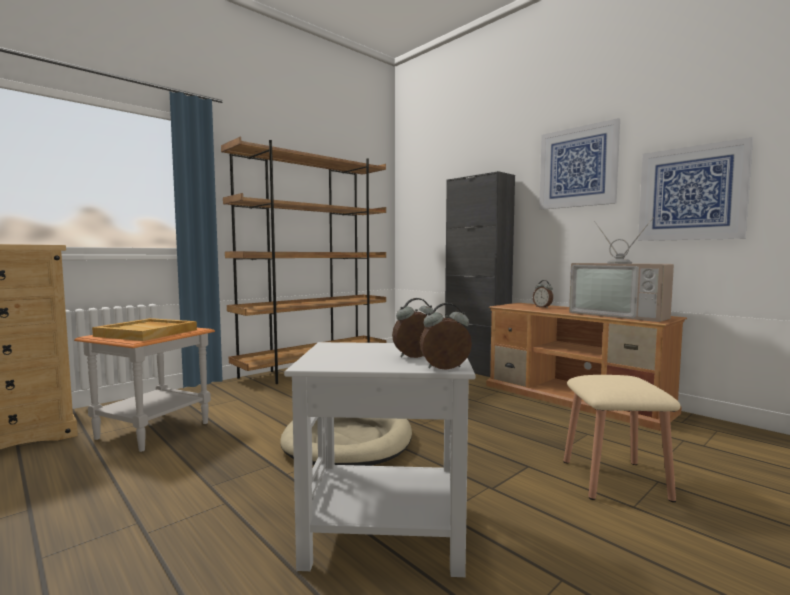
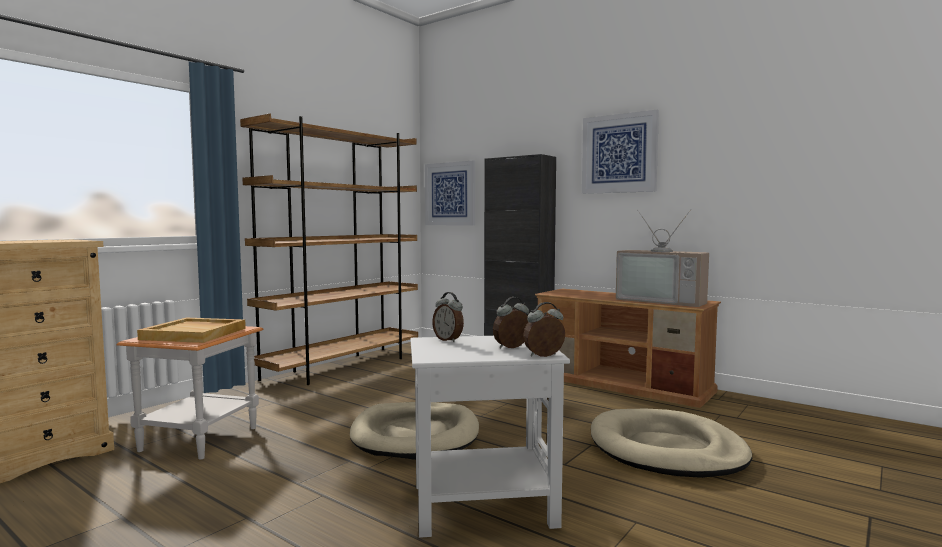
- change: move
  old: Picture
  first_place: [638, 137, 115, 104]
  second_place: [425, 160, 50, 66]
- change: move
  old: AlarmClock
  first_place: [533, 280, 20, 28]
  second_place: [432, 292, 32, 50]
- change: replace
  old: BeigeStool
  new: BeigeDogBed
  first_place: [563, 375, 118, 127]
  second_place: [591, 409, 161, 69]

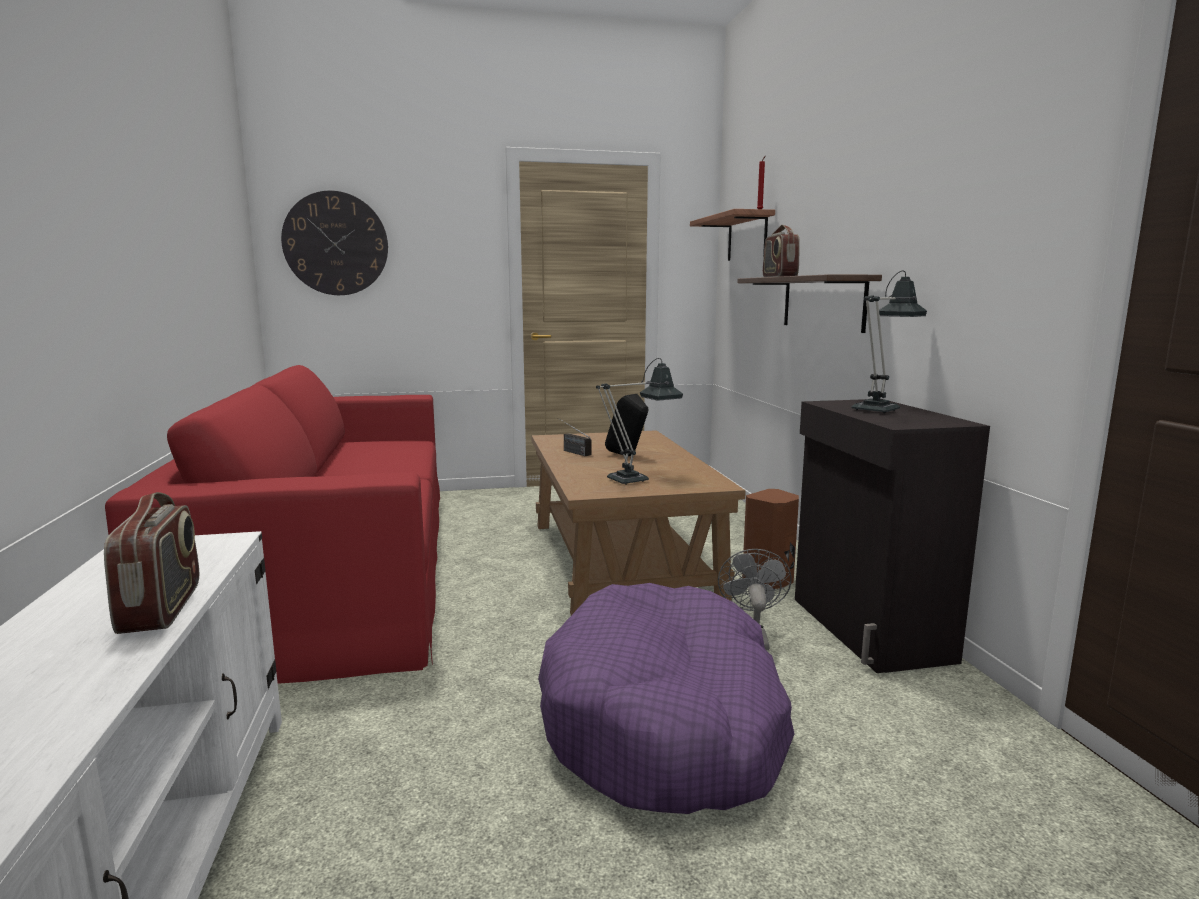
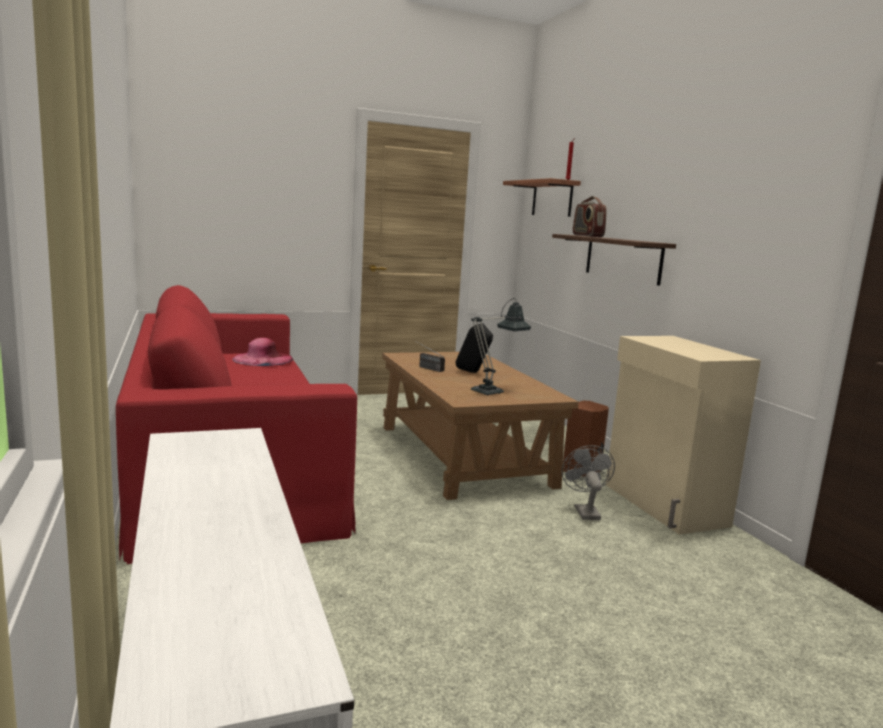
- change: delete
  old: WallClock
  first_place: [281, 191, 107, 104]
- change: delete
  old: TableLamp
  first_place: [851, 271, 76, 143]
- change: recolor
  old: BlackCabinet
  new: BeigeCabinet
  first_place: [795, 399, 195, 274]
  second_place: [605, 336, 156, 198]
- change: delete
  old: Radio
  first_place: [104, 492, 95, 142]
- change: delete
  old: PurpleDogBed
  first_place: [538, 583, 257, 231]
- change: insert
  new: PinkHat
  second_place: [232, 338, 61, 28]

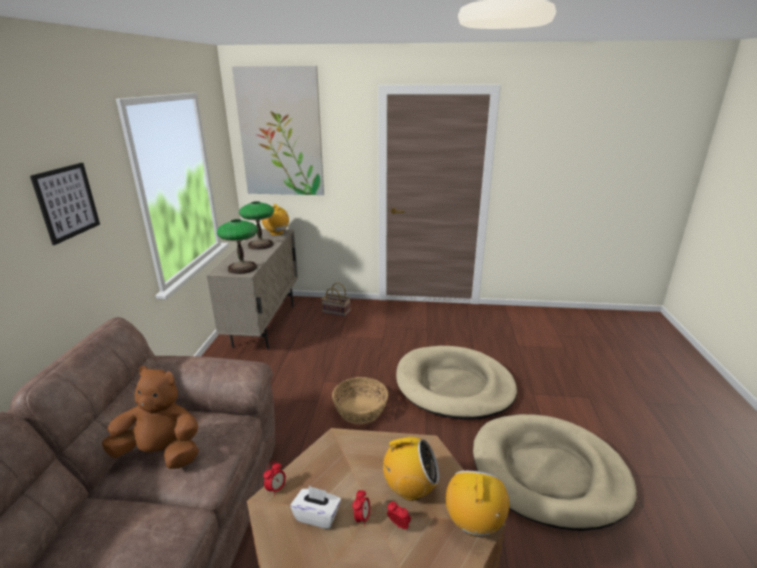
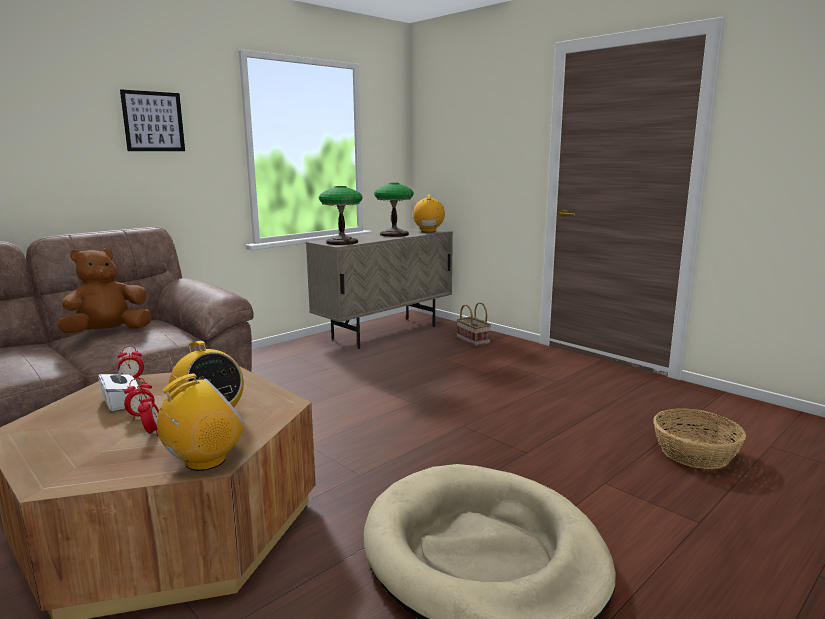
- change: delete
  old: Picture
  first_place: [232, 66, 92, 129]
- change: delete
  old: BeigeDogBed
  first_place: [396, 346, 121, 73]
- change: rotate
  old: BrownPlushToy
  first_place: [102, 366, 97, 103]
  second_place: [57, 248, 95, 85]
  degrees: -90
- change: move
  old: Basket
  first_place: [332, 377, 56, 47]
  second_place: [653, 408, 93, 61]

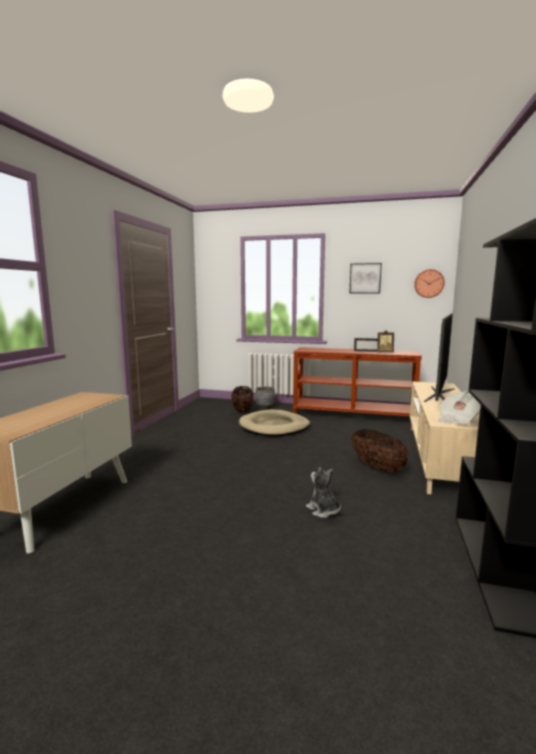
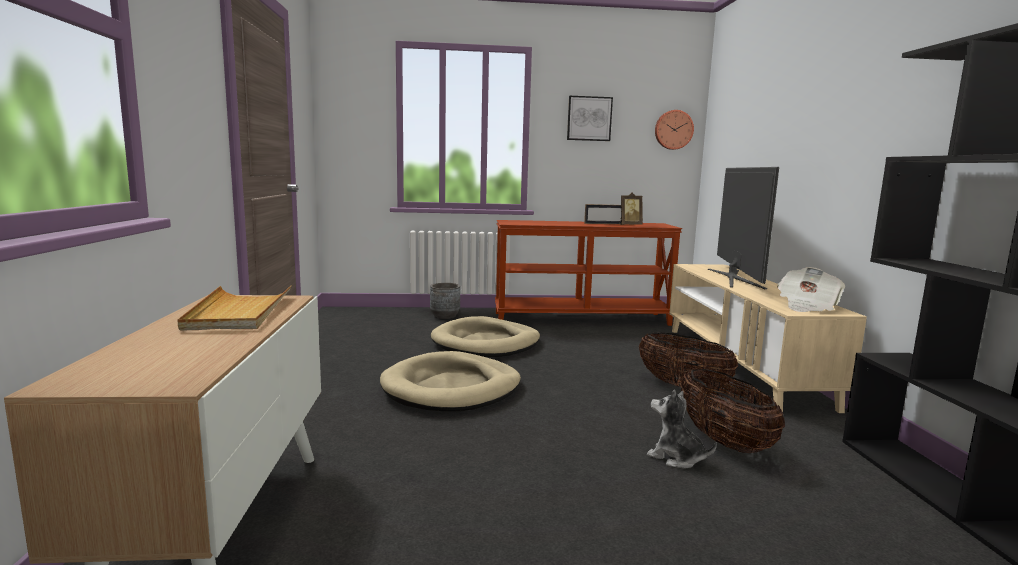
- change: move
  old: Basket
  first_place: [231, 386, 22, 26]
  second_place: [681, 369, 104, 84]
- change: insert
  new: BeigeTray
  second_place: [177, 286, 114, 45]
- change: insert
  new: BeigeDogBed
  second_place: [380, 351, 141, 60]

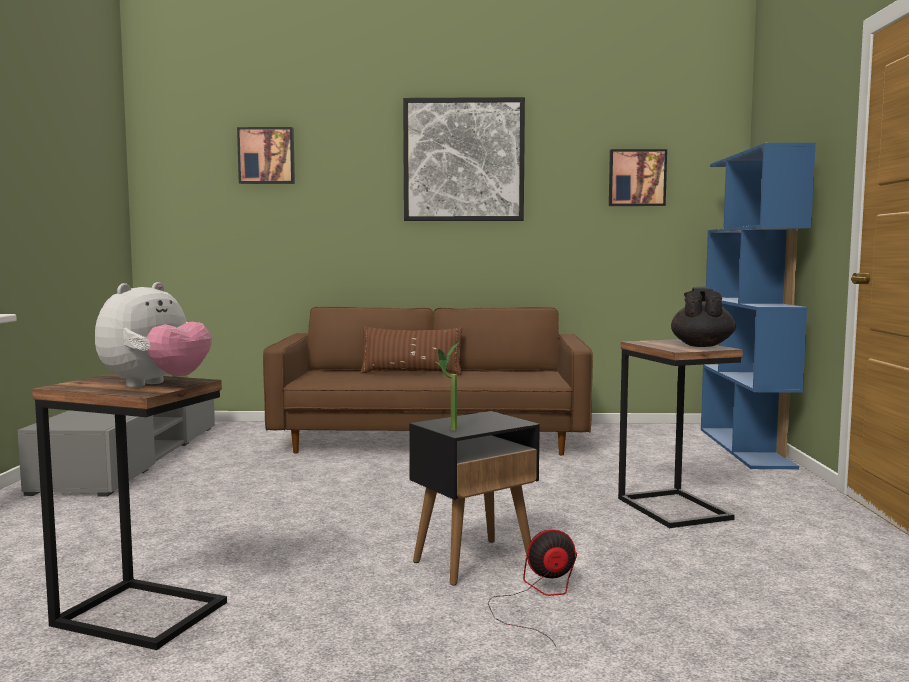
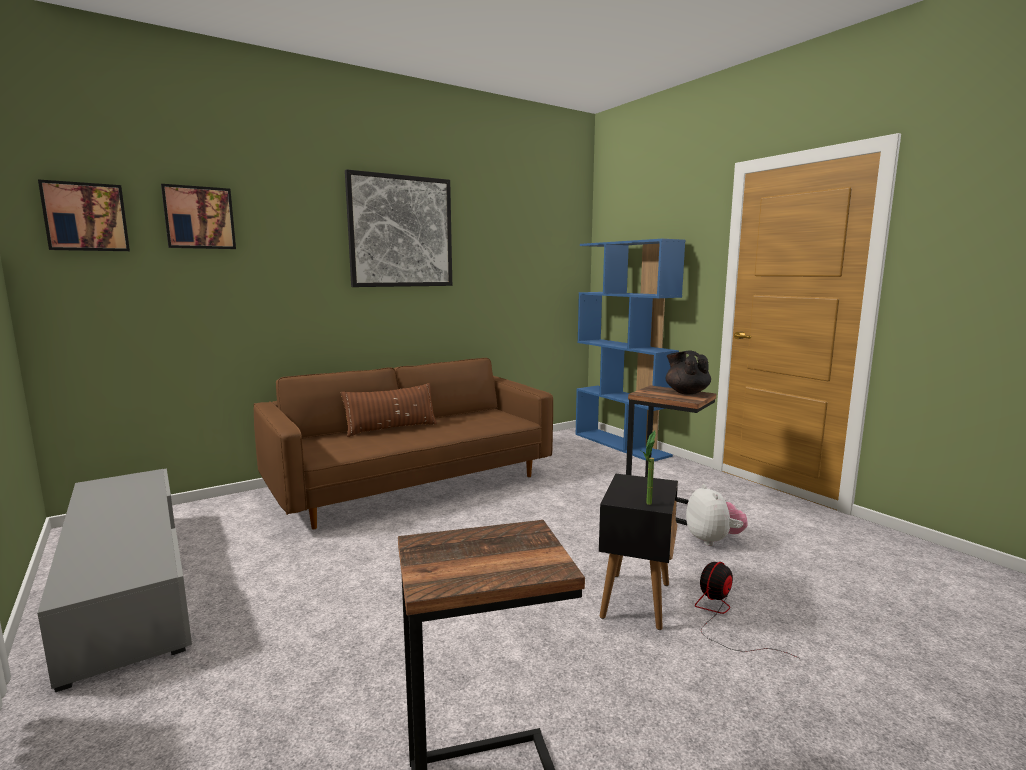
- change: move
  old: Picture
  first_place: [609, 149, 58, 57]
  second_place: [38, 179, 92, 72]
- change: move
  old: PlushToy
  first_place: [95, 282, 117, 106]
  second_place: [686, 484, 61, 62]

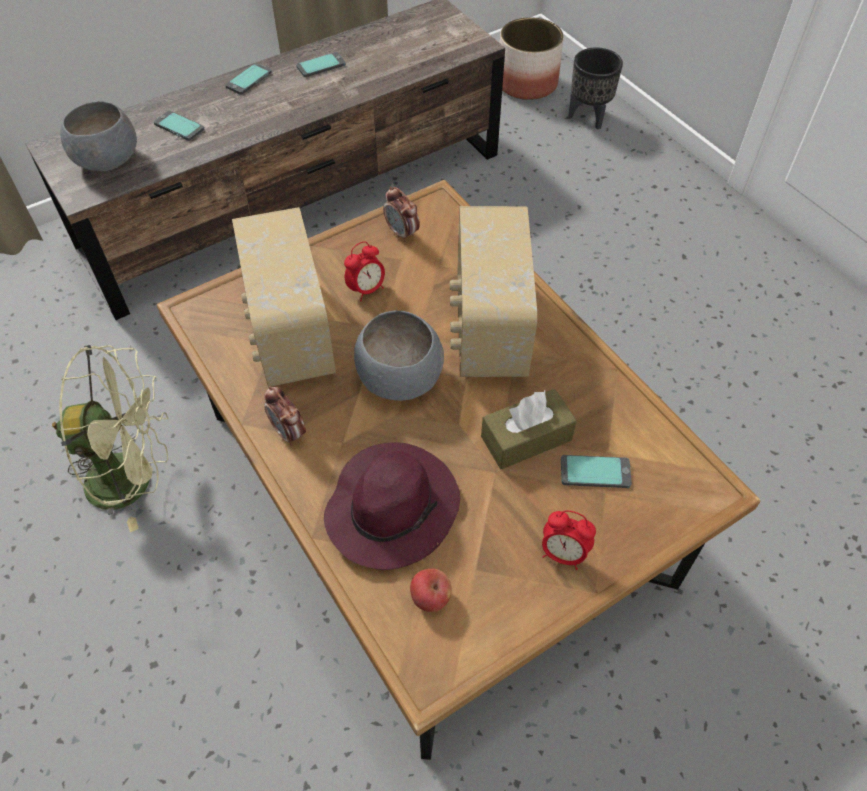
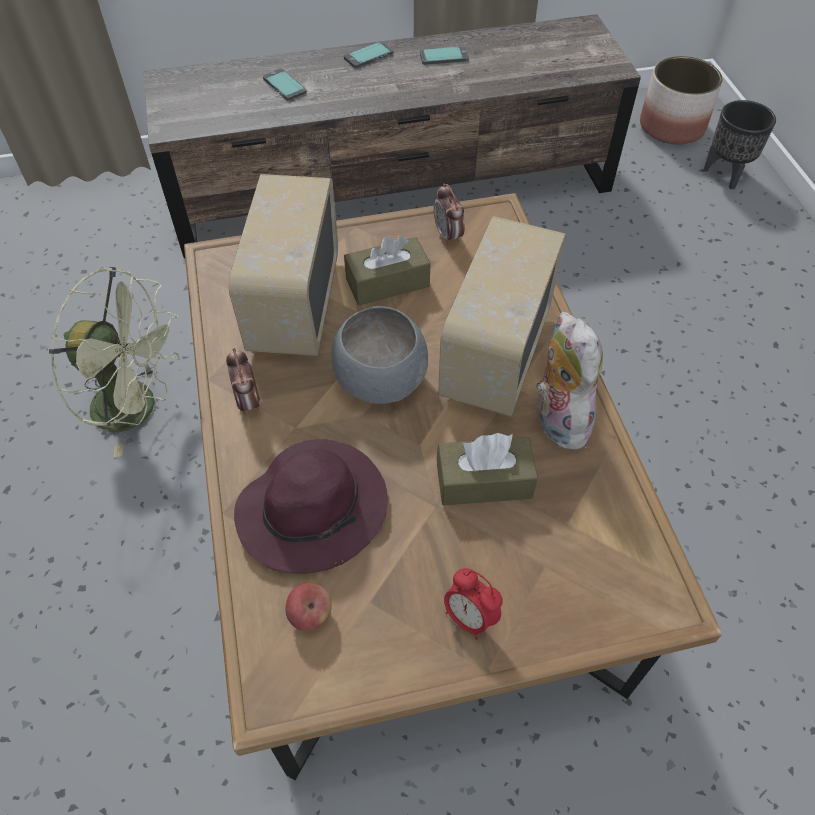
- change: delete
  old: GreyBowl
  first_place: [60, 101, 77, 70]
- change: replace
  old: AlarmClock
  new: BrownTissueBox
  first_place: [344, 241, 41, 60]
  second_place: [344, 235, 87, 71]
- change: delete
  old: Phone
  first_place: [561, 455, 71, 33]
- change: insert
  new: PlushToy
  second_place: [536, 312, 67, 138]

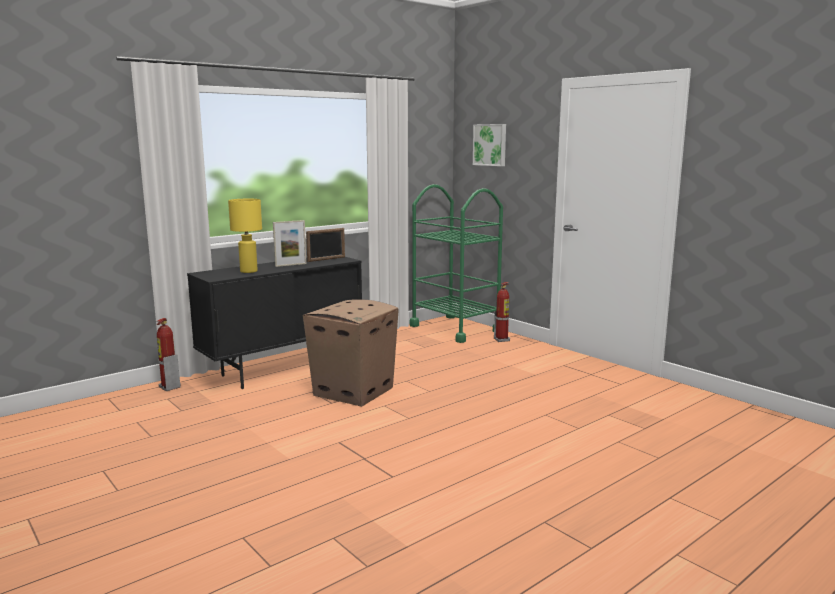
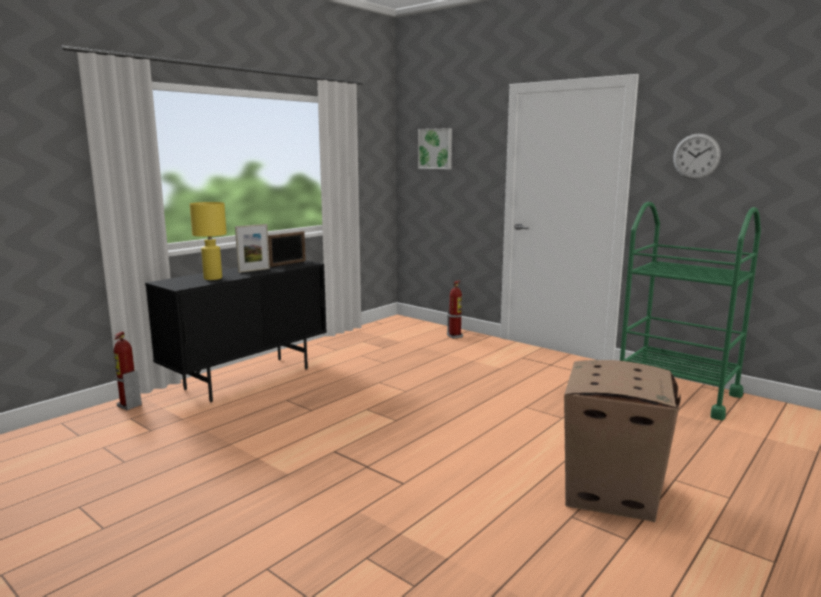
- change: move
  old: GreenCart
  first_place: [410, 184, 93, 159]
  second_place: [620, 202, 141, 218]
- change: move
  old: CardboardBox
  first_place: [303, 299, 96, 108]
  second_place: [564, 360, 117, 162]
- change: insert
  new: WallClock
  second_place: [673, 133, 48, 46]

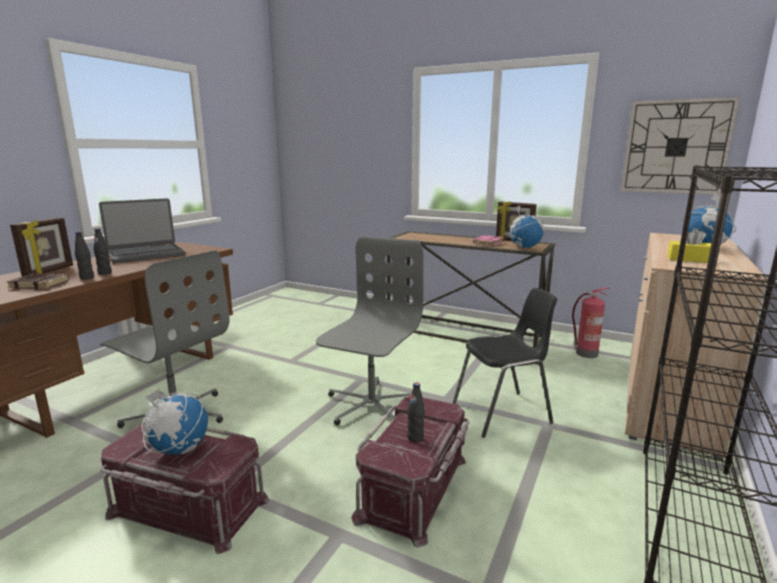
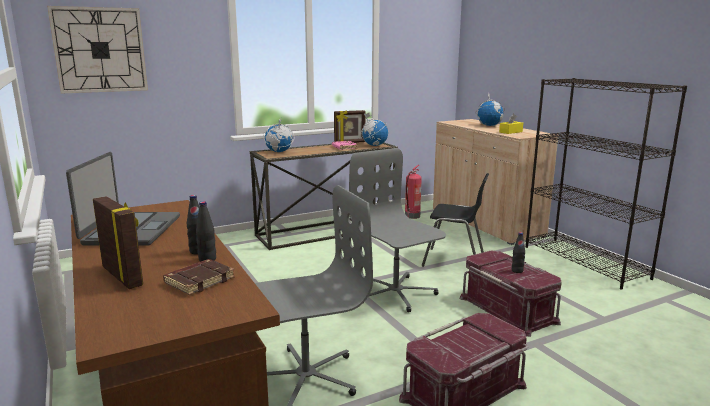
- change: move
  old: WallClock
  first_place: [621, 97, 119, 98]
  second_place: [47, 6, 101, 88]
- change: rotate
  old: BlackChair
  first_place: [453, 288, 104, 150]
  second_place: [422, 173, 67, 94]
  degrees: 90
- change: move
  old: Globe
  first_place: [141, 388, 67, 67]
  second_place: [263, 118, 32, 34]

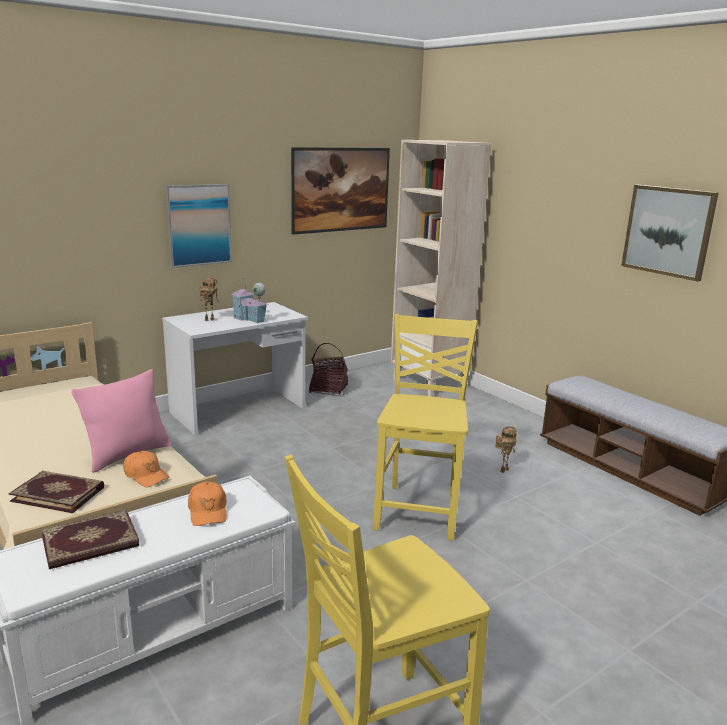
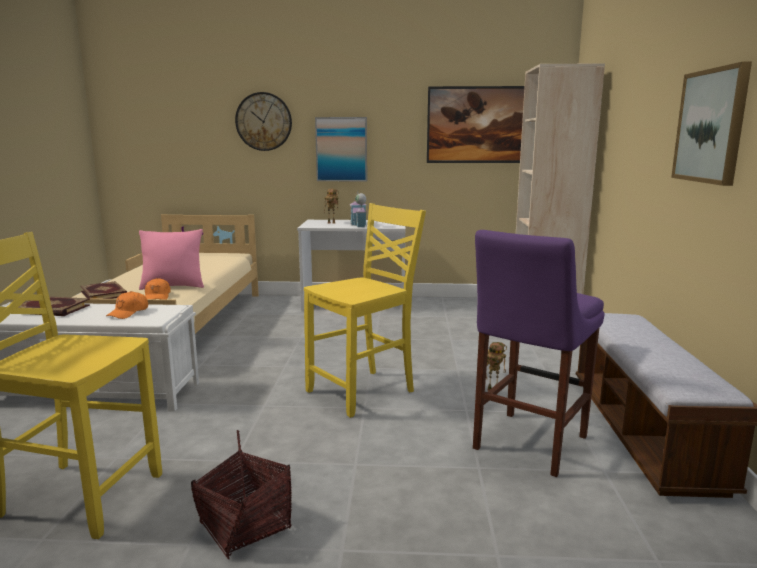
- change: move
  old: Basket
  first_place: [309, 343, 39, 53]
  second_place: [191, 430, 101, 129]
- change: insert
  new: WallClock
  second_place: [235, 92, 57, 59]
- change: insert
  new: PurpleStool
  second_place: [473, 230, 132, 247]

